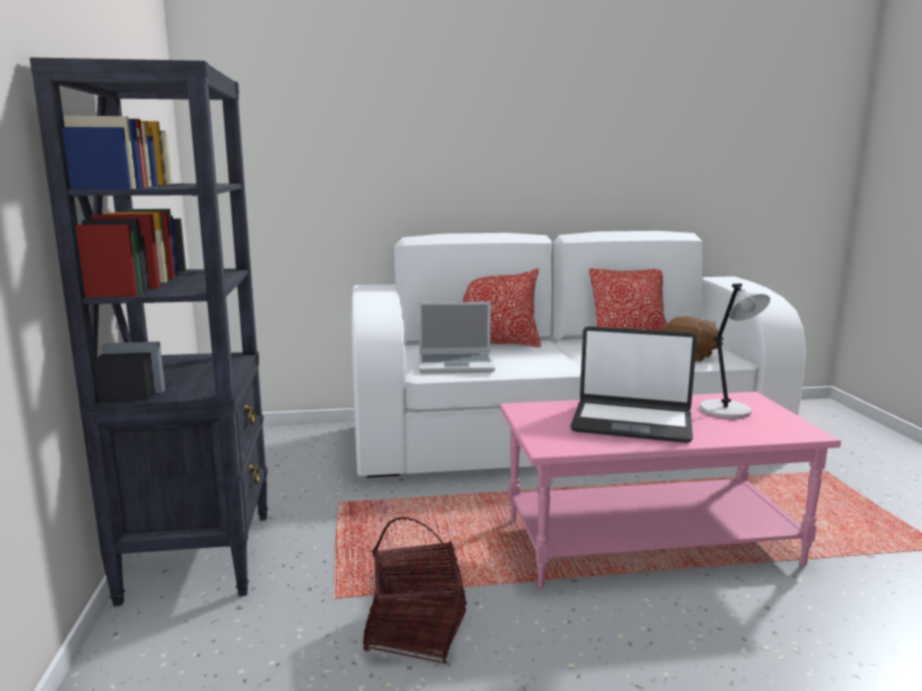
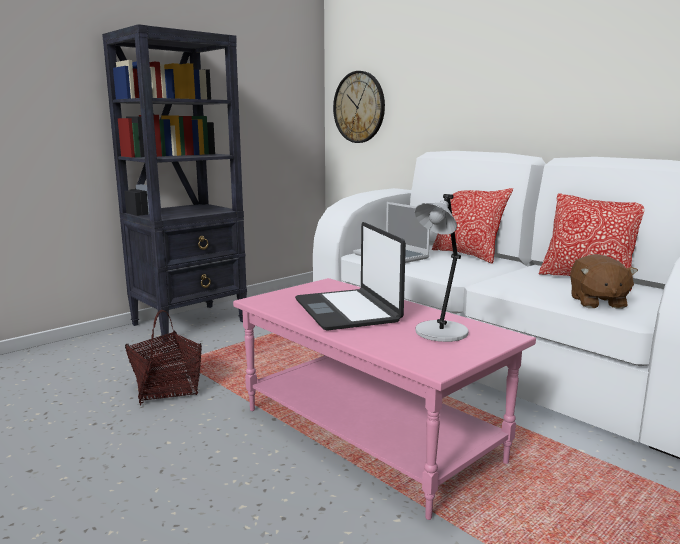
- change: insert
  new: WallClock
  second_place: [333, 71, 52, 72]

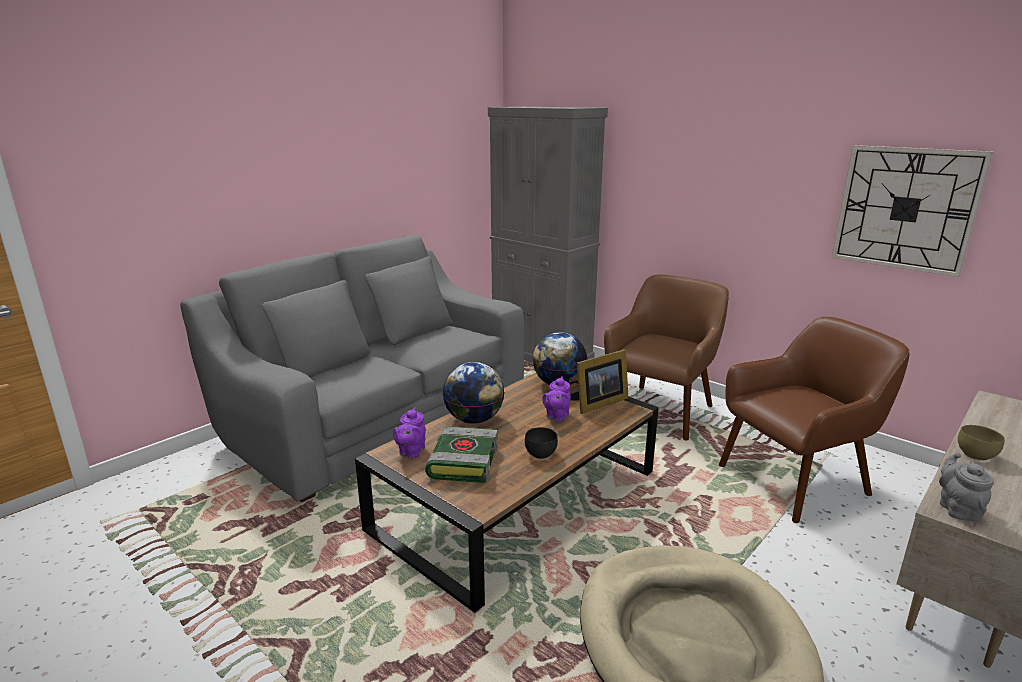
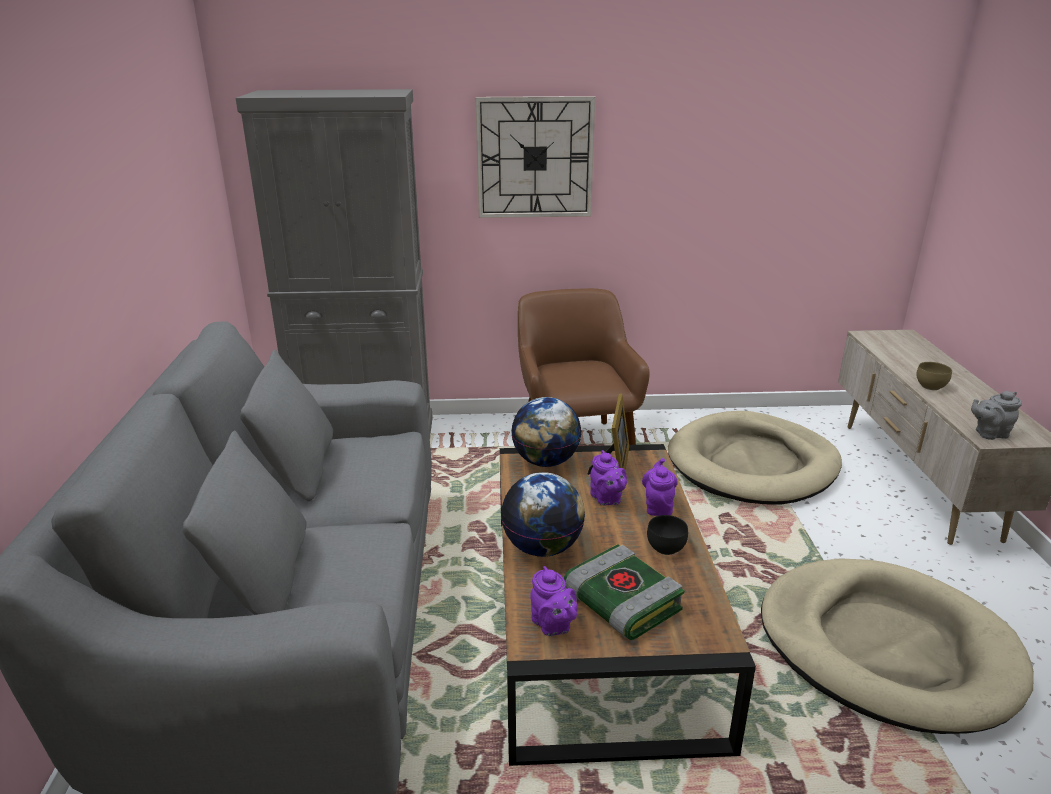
- change: move
  old: WallClock
  first_place: [831, 145, 162, 132]
  second_place: [475, 96, 120, 122]
- change: replace
  old: BrownArmchair
  new: BeigeDogBed
  first_place: [719, 317, 190, 206]
  second_place: [668, 411, 174, 94]
- change: rotate
  old: GreyTeapot
  first_place: [939, 452, 55, 70]
  second_place: [971, 391, 51, 49]
  degrees: -60
- change: insert
  new: PurpleTeapot
  second_place: [642, 458, 36, 58]

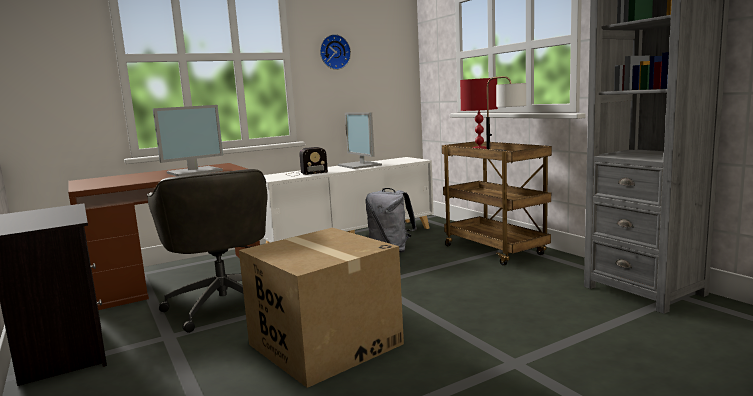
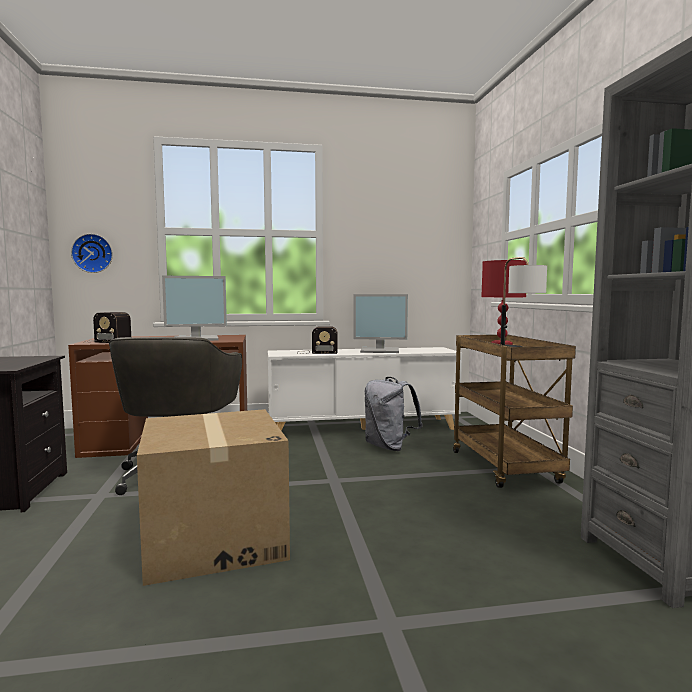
- change: move
  old: WallClock
  first_place: [320, 34, 31, 36]
  second_place: [71, 234, 42, 39]
- change: rotate
  old: Monitor
  first_place: [338, 112, 44, 57]
  second_place: [353, 294, 55, 59]
  degrees: -75
- change: insert
  new: Radio
  second_place: [84, 312, 47, 31]

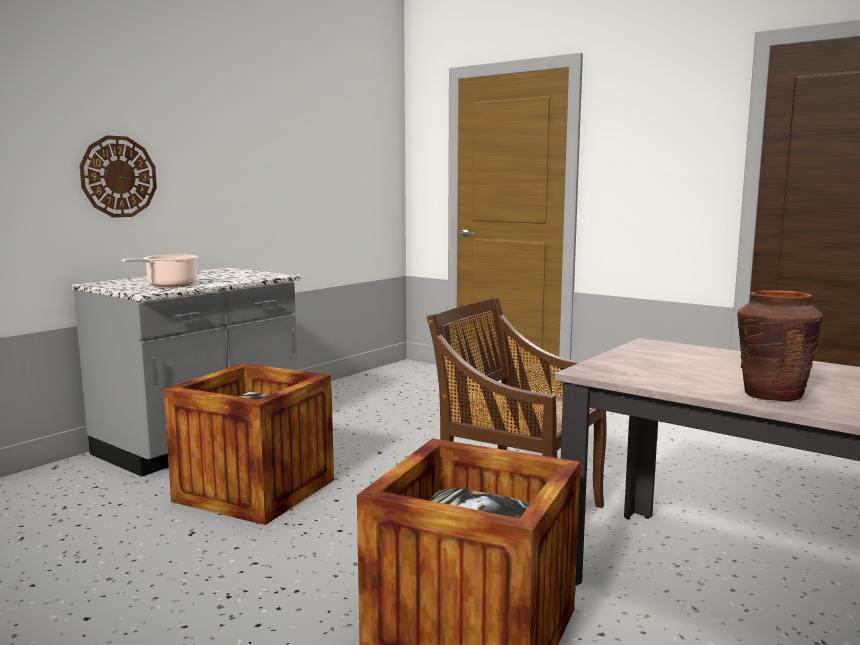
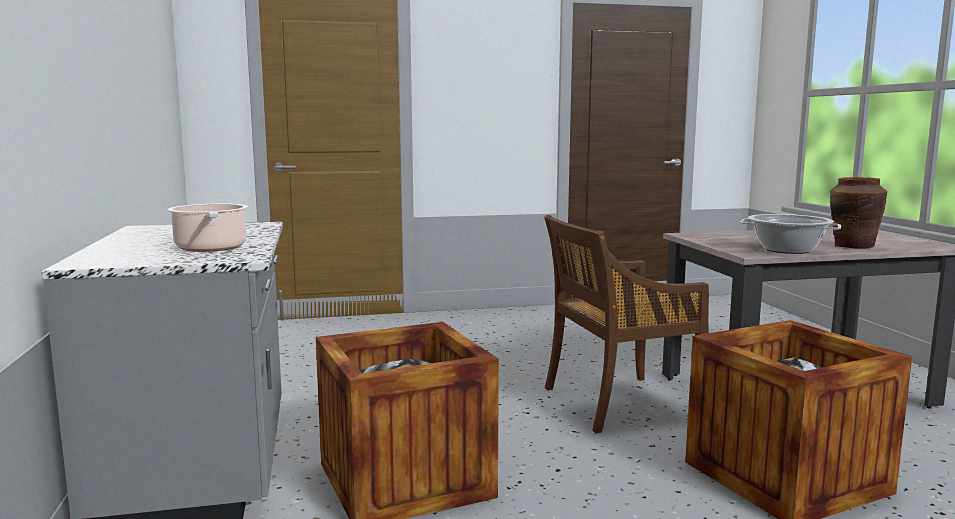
- change: delete
  old: WallClock
  first_place: [79, 135, 78, 83]
- change: insert
  new: CookingPot
  second_place: [740, 214, 101, 40]

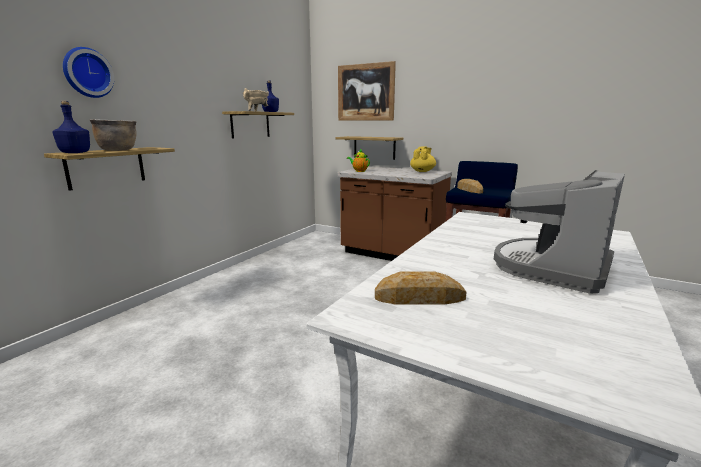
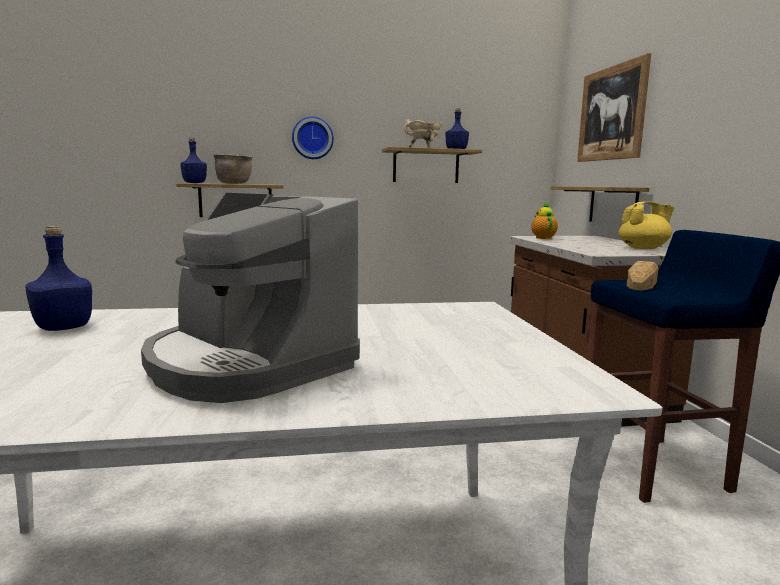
- change: move
  old: WallClock
  first_place: [63, 47, 51, 51]
  second_place: [292, 116, 42, 43]
- change: rotate
  old: CoffeeMachine
  first_place: [494, 170, 131, 124]
  second_place: [141, 193, 219, 210]
  degrees: -135
- change: replace
  old: Bread
  new: BlueBottle
  first_place: [375, 271, 92, 34]
  second_place: [25, 226, 67, 105]

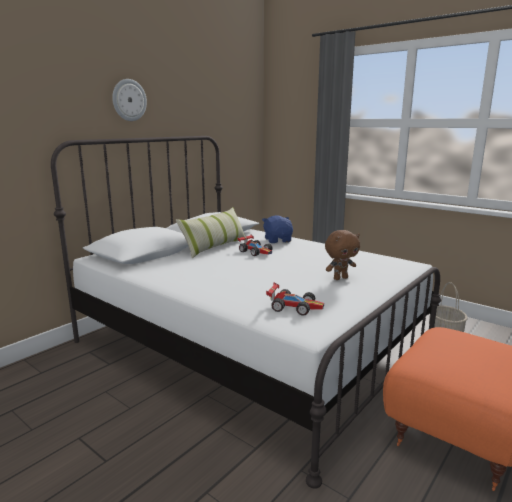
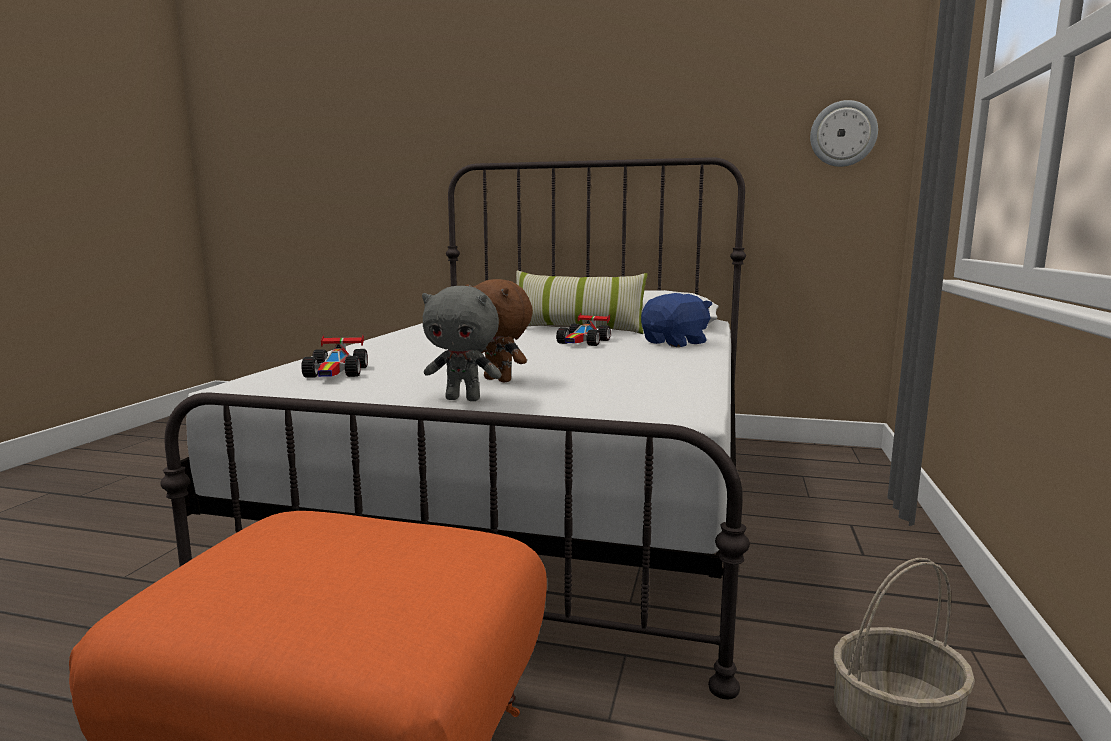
- change: move
  old: WallClock
  first_place: [112, 79, 35, 42]
  second_place: [810, 100, 68, 67]
- change: insert
  new: GreyPlushToy
  second_place: [422, 286, 80, 115]

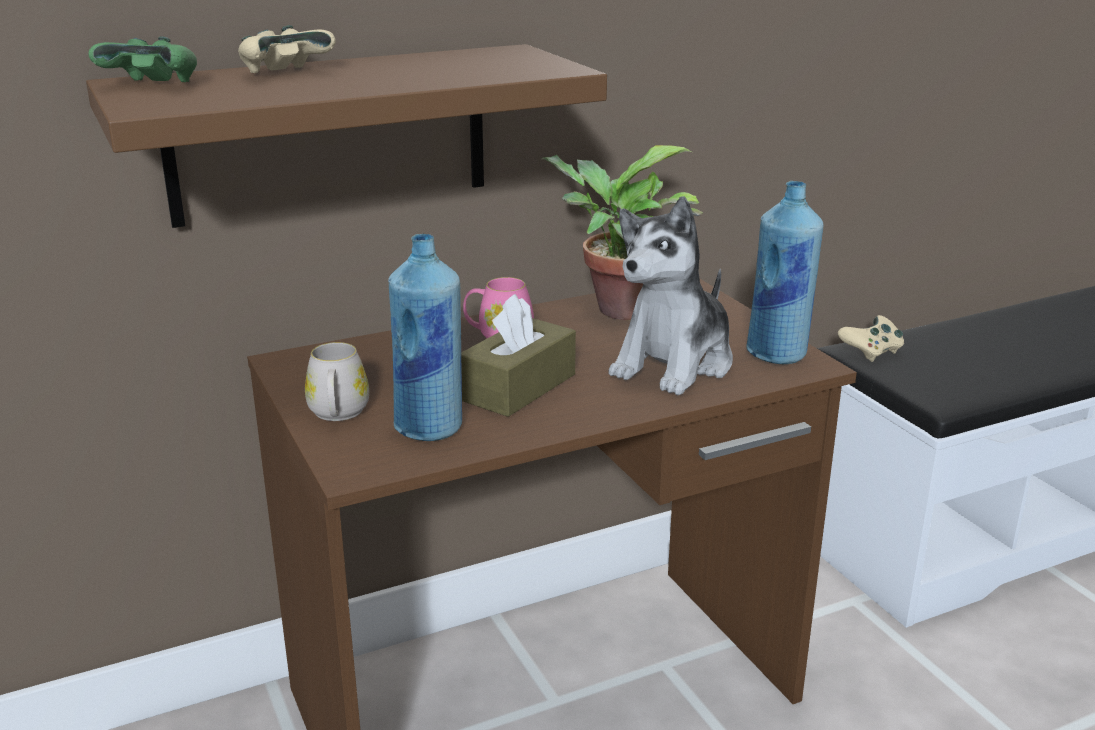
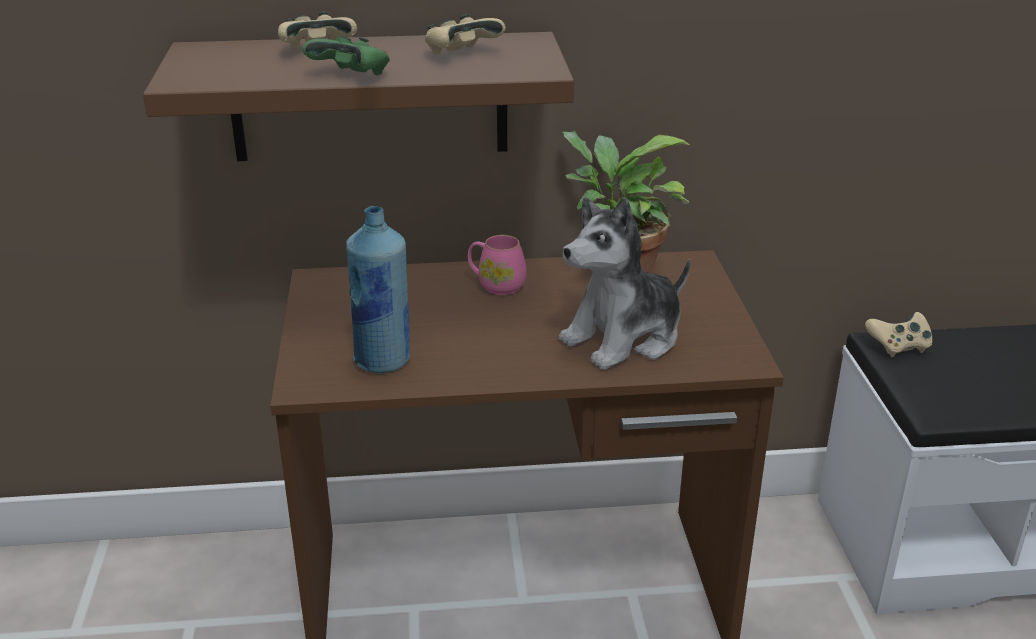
- change: move
  old: GreenGameController
  first_place: [88, 36, 109, 46]
  second_place: [302, 36, 88, 39]
- change: delete
  old: BlueBottle
  first_place: [746, 181, 77, 183]
- change: delete
  old: BrownTissueBox
  first_place: [461, 294, 115, 123]
- change: delete
  old: WhiteMug
  first_place: [305, 342, 64, 79]
- change: insert
  new: BeigeGameController
  second_place: [425, 14, 81, 41]

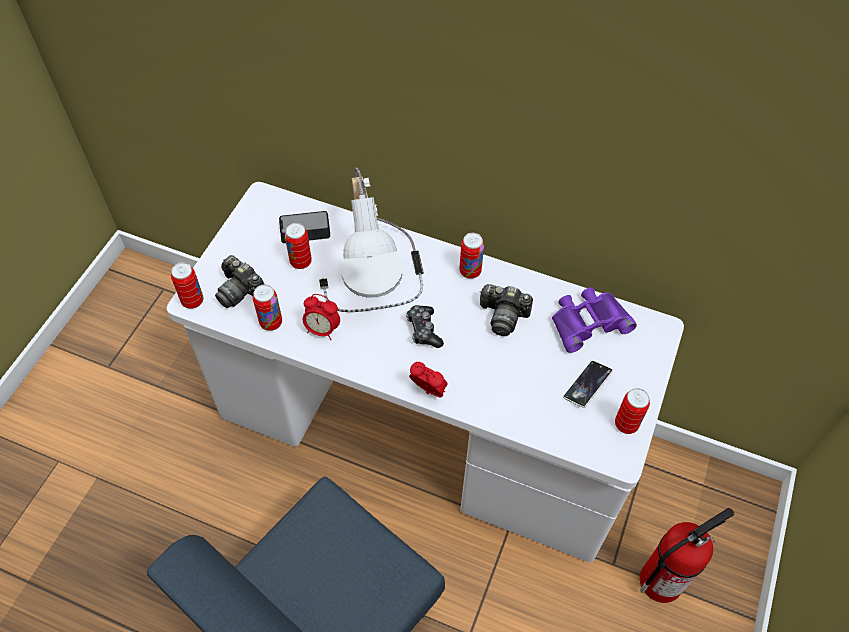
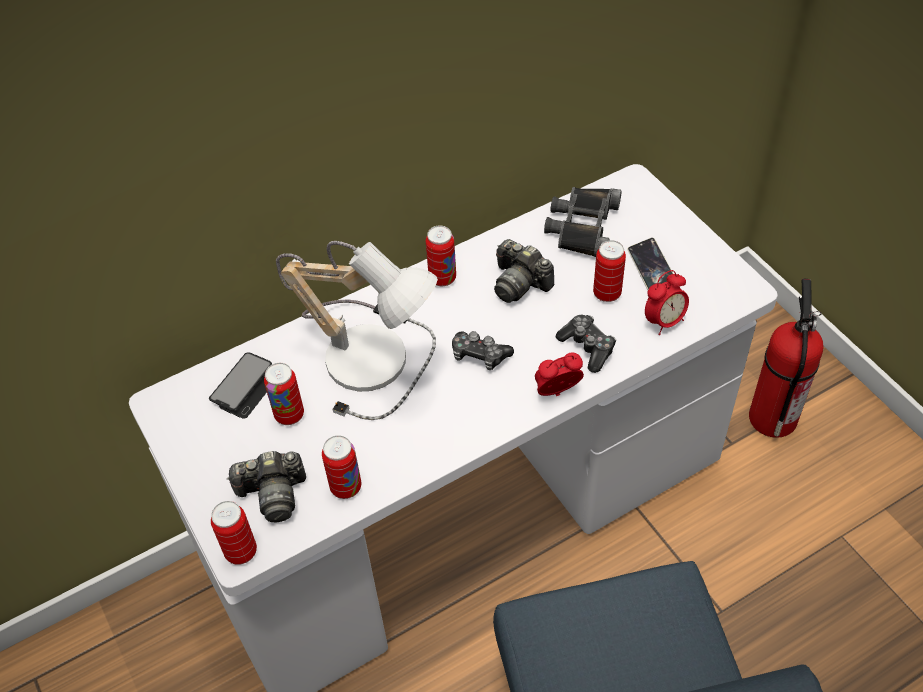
- change: rotate
  old: PhotoCamera
  first_place: [479, 284, 54, 52]
  second_place: [494, 239, 60, 64]
  degrees: 75
- change: recolor
  old: PurpleBinoculars
  new: BlackBinoculars
  first_place: [552, 287, 85, 66]
  second_place: [544, 187, 78, 70]
- change: move
  old: AlarmClock
  first_place: [303, 294, 37, 46]
  second_place: [645, 270, 44, 65]
- change: move
  old: Can
  first_place: [615, 388, 35, 46]
  second_place: [593, 240, 33, 62]
- change: insert
  new: GameController
  second_place: [556, 315, 60, 58]

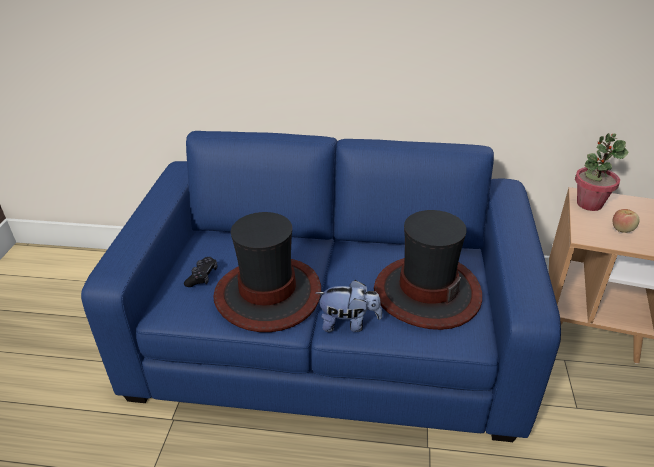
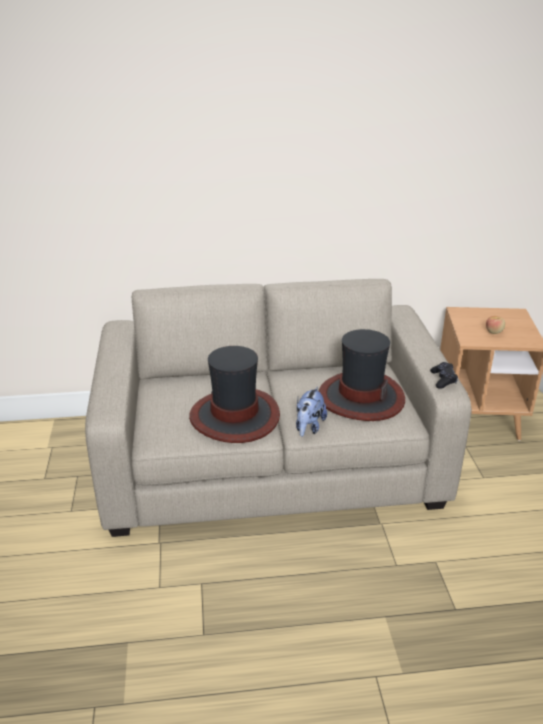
- change: recolor
  old: BlueSofa
  new: BeigeSofa
  first_place: [81, 131, 480, 311]
  second_place: [85, 279, 387, 258]
- change: delete
  old: PottedPlant
  first_place: [575, 133, 53, 78]
- change: move
  old: BlackGameController
  first_place: [184, 257, 34, 30]
  second_place: [430, 362, 28, 27]
- change: rotate
  old: PlushToy
  first_place: [316, 280, 66, 52]
  second_place: [296, 386, 31, 51]
  degrees: 120

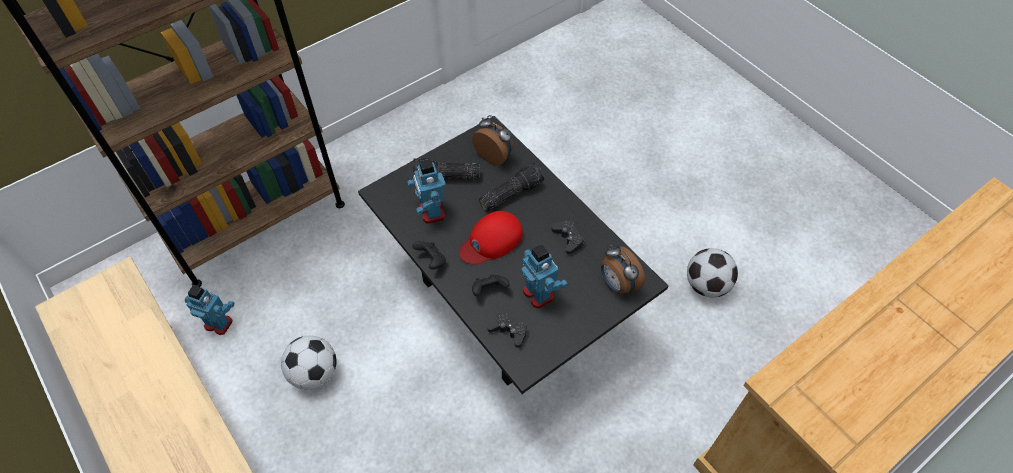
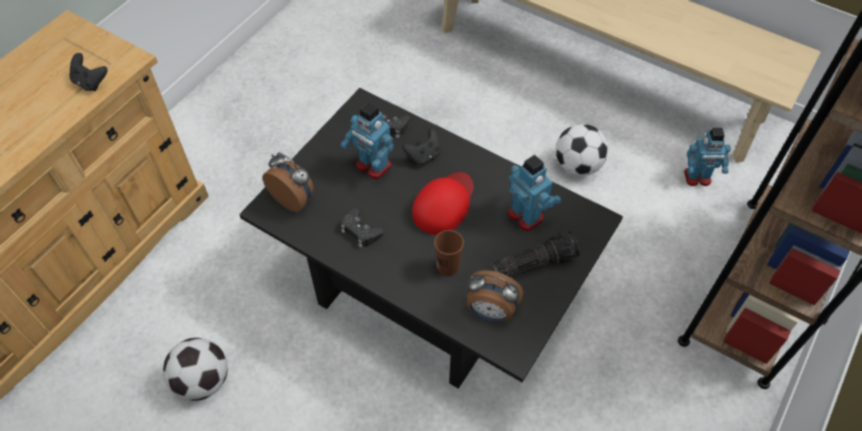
- change: replace
  old: Flashlight
  new: BrownCup
  first_place: [479, 163, 65, 48]
  second_place: [434, 230, 30, 46]
- change: move
  old: BlackGameController
  first_place: [412, 241, 34, 28]
  second_place: [70, 53, 37, 38]

